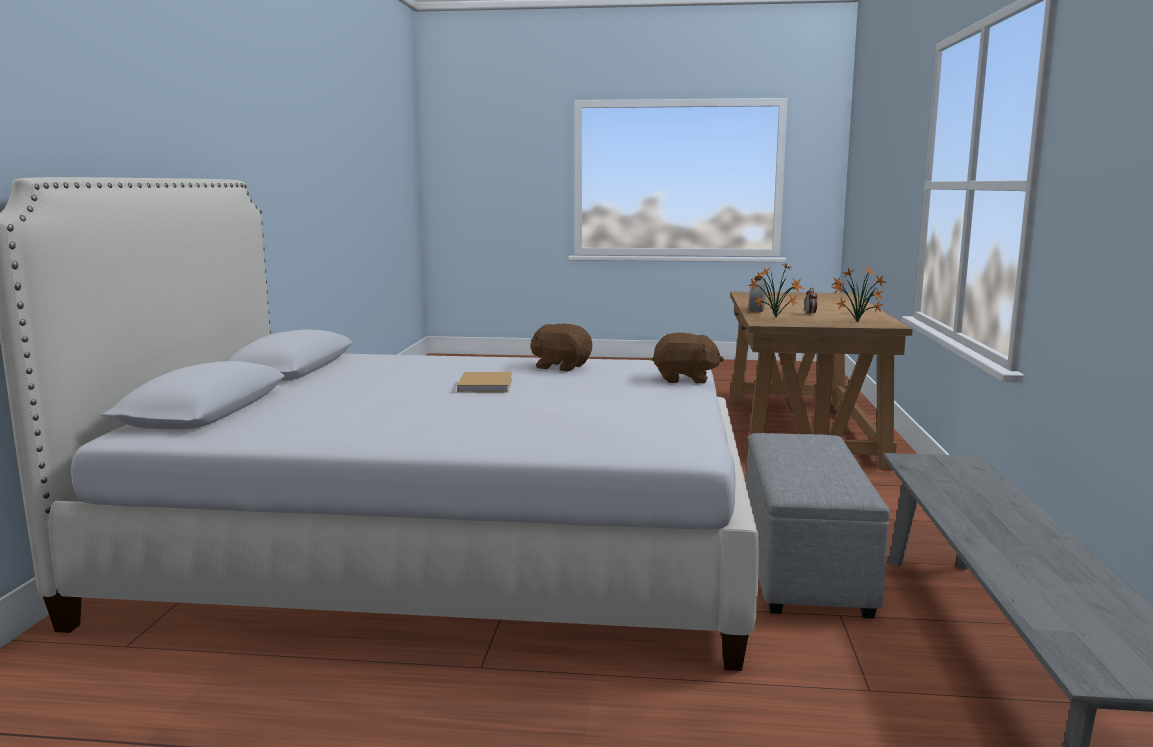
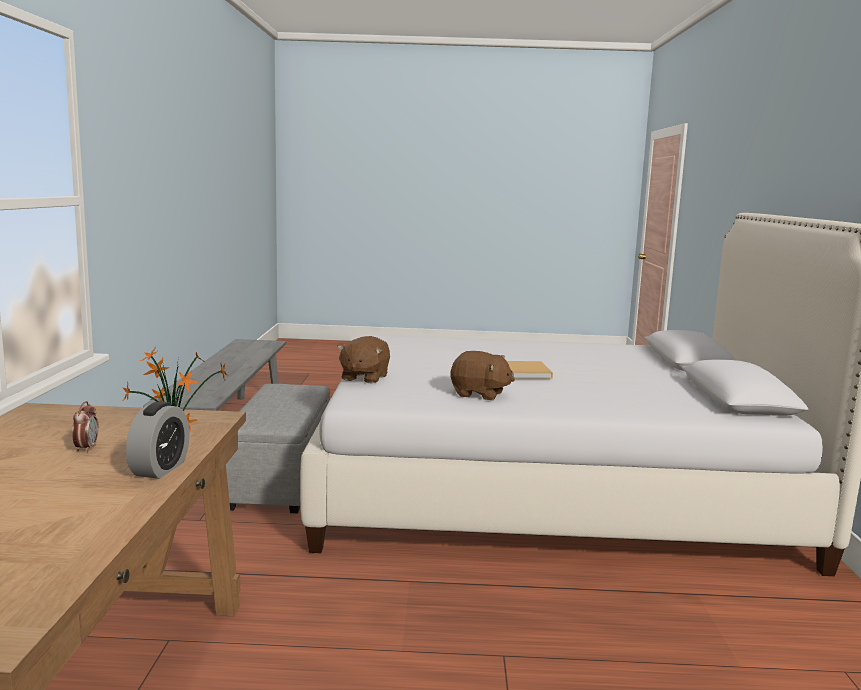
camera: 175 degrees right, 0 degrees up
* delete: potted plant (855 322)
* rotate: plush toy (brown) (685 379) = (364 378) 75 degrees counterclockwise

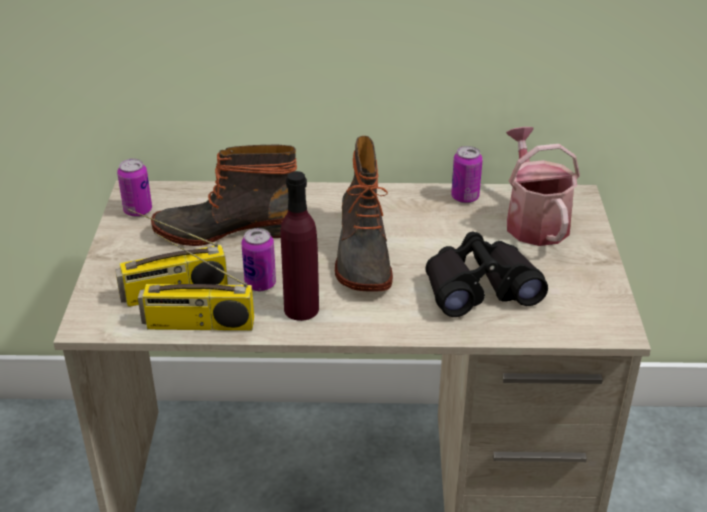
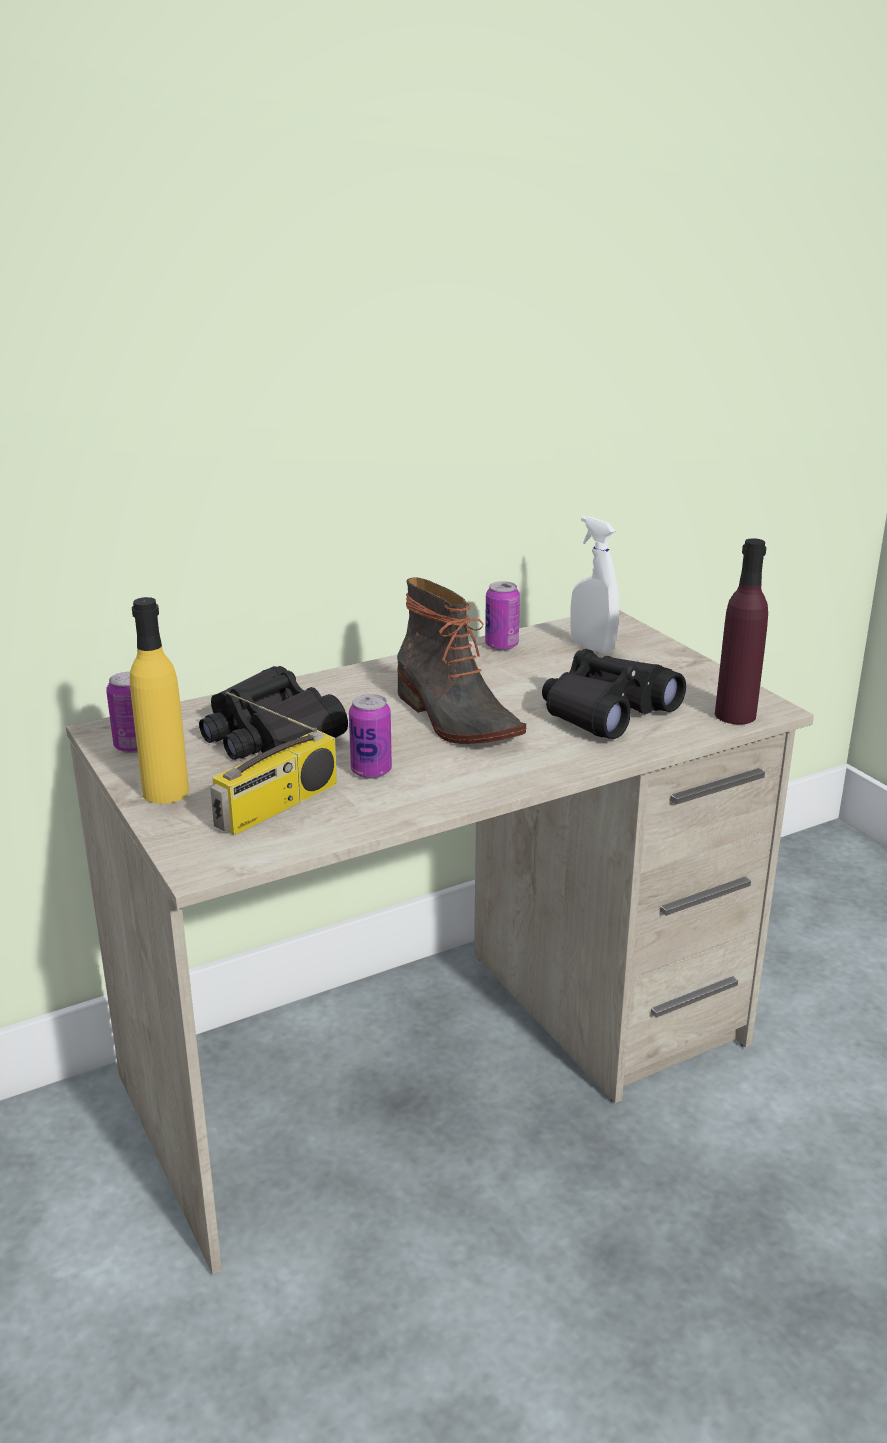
camera: 30 degrees left, 10 degrees down
* replace: watering can (534 221) to spray bottle (white) (592 647)
* replace: boot (227 229) to binoculars (black) (269 734)
* move: bottle (purple) (301 309) to (735 715)
* delete: radio (198 324)
* insert: bottle (yellow) (166 792)

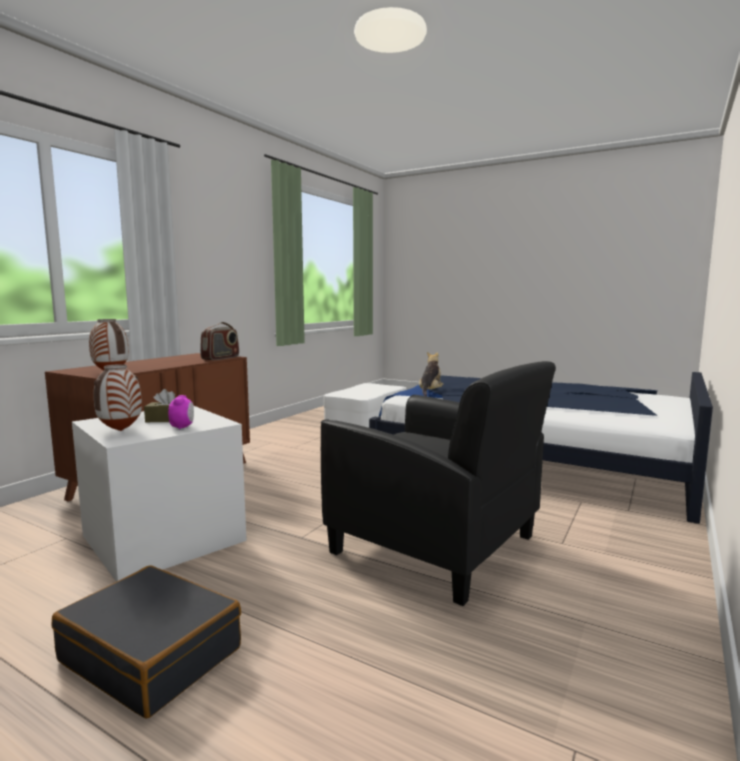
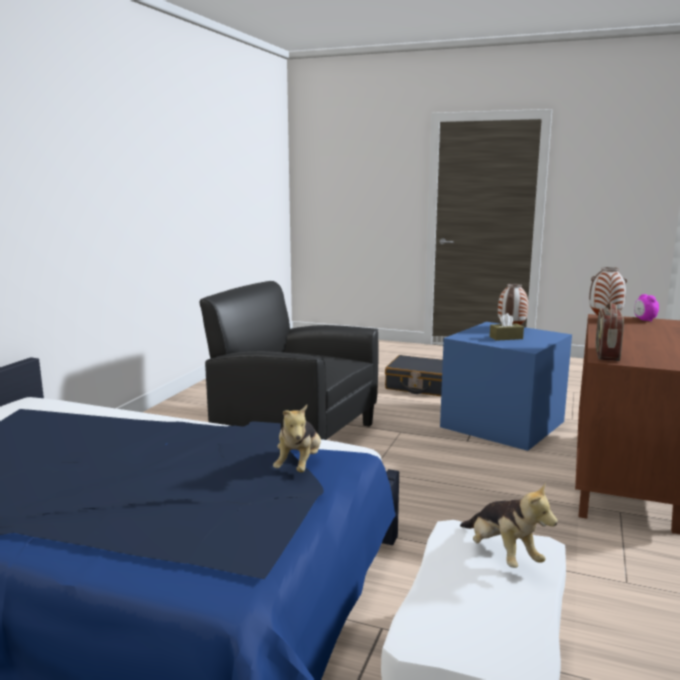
camera: 170 degrees right, 5 degrees up
* move: alarm clock (182 427) to (644 320)
* recolor: storage box (white) (162 539) to storage box (blue) (501 423)
* insert: plush toy (502 554)

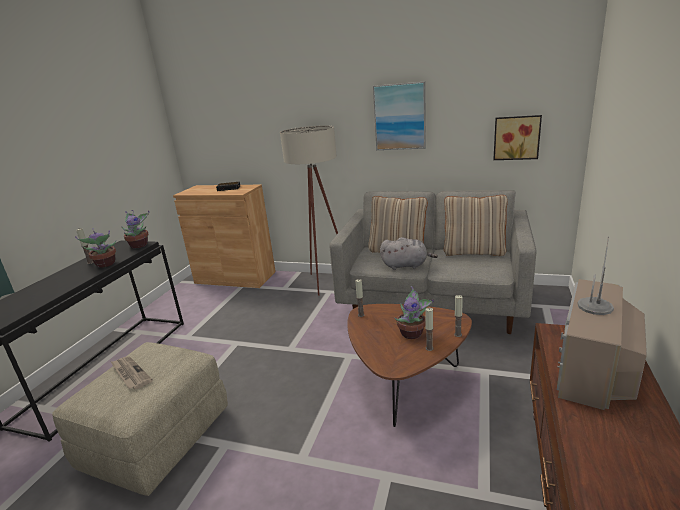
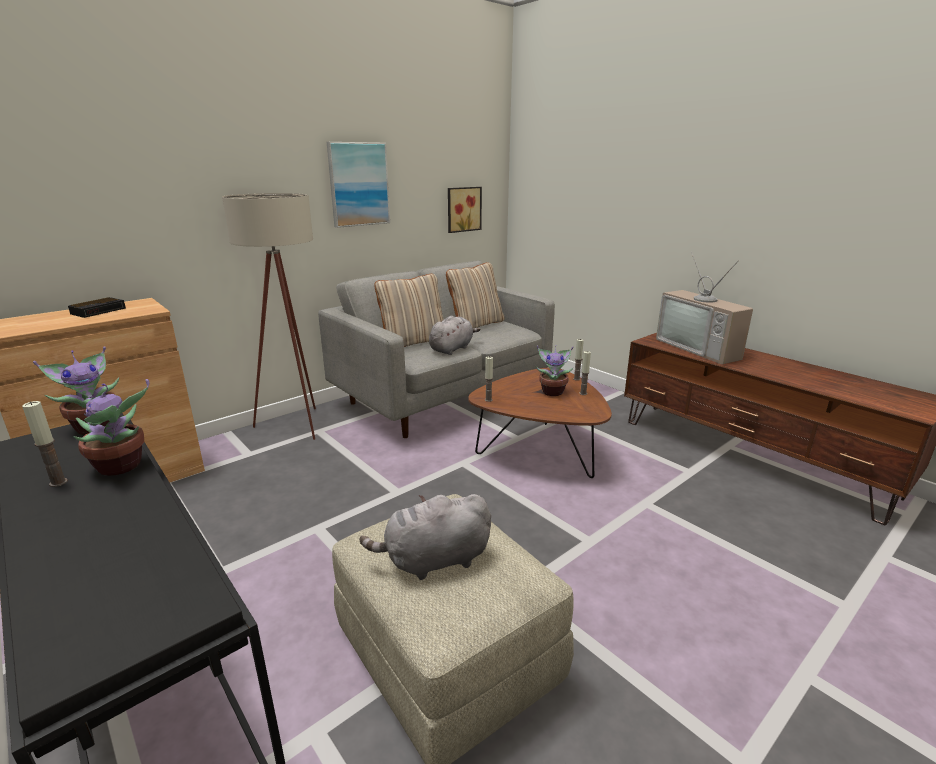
camera: 60 degrees left, 0 degrees up
* replace: newspaper (130 374) to plush toy (grey) (433 560)

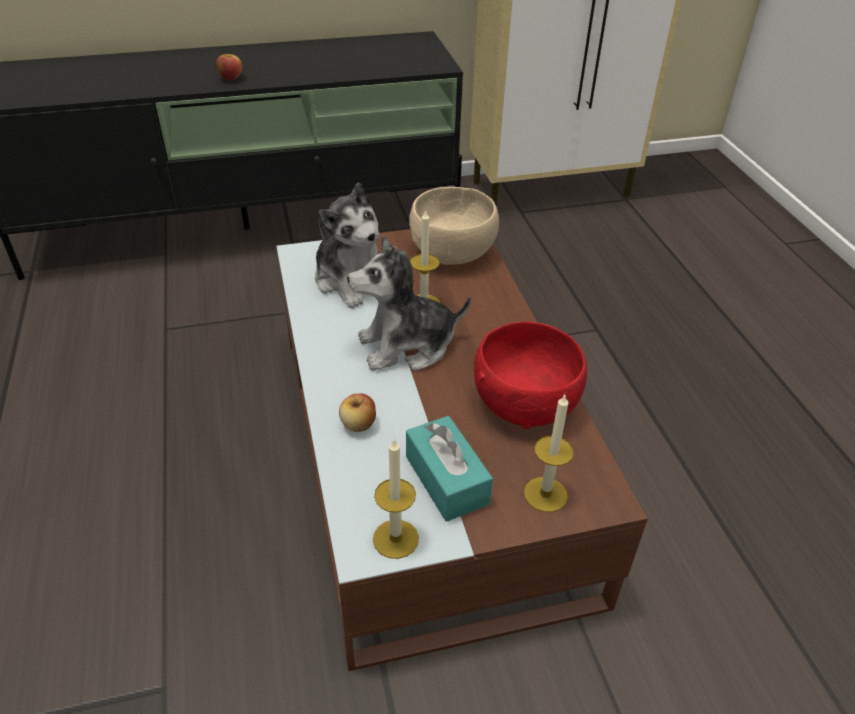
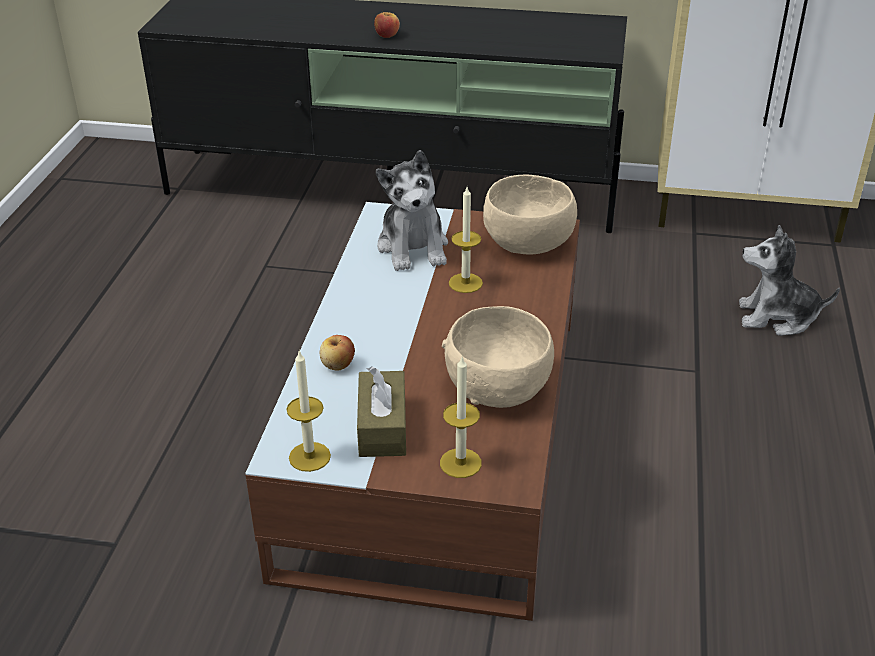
camera: 25 degrees right, 5 degrees down
* move: plush toy (407 346) to (777 317)
* recolor: bowl (red) (524 403) to bowl (beige) (497 388)
* recolor: tissue box (turquoise) (446 479) to tissue box (brown) (382 427)

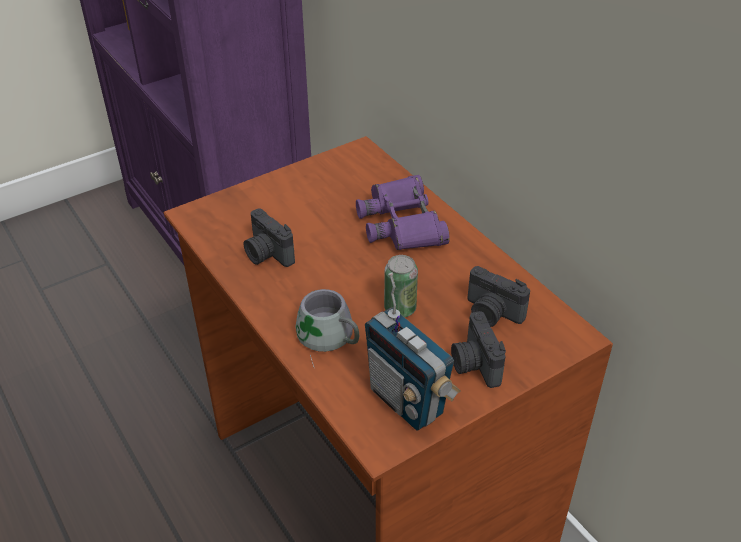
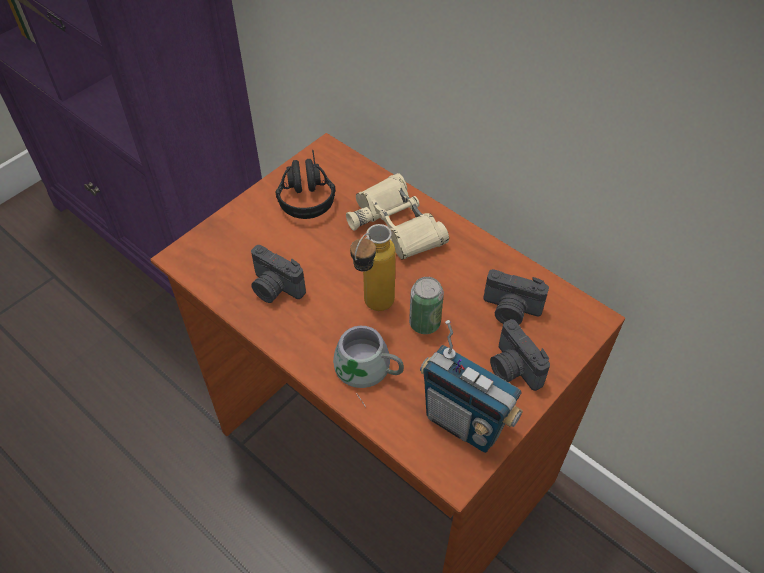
camera: 15 degrees left, 10 degrees up
* recolor: binoculars (purple) (402 223) to binoculars (beige) (394 226)
* insert: headphones (black) (305 192)
* insert: bottle (372 309)

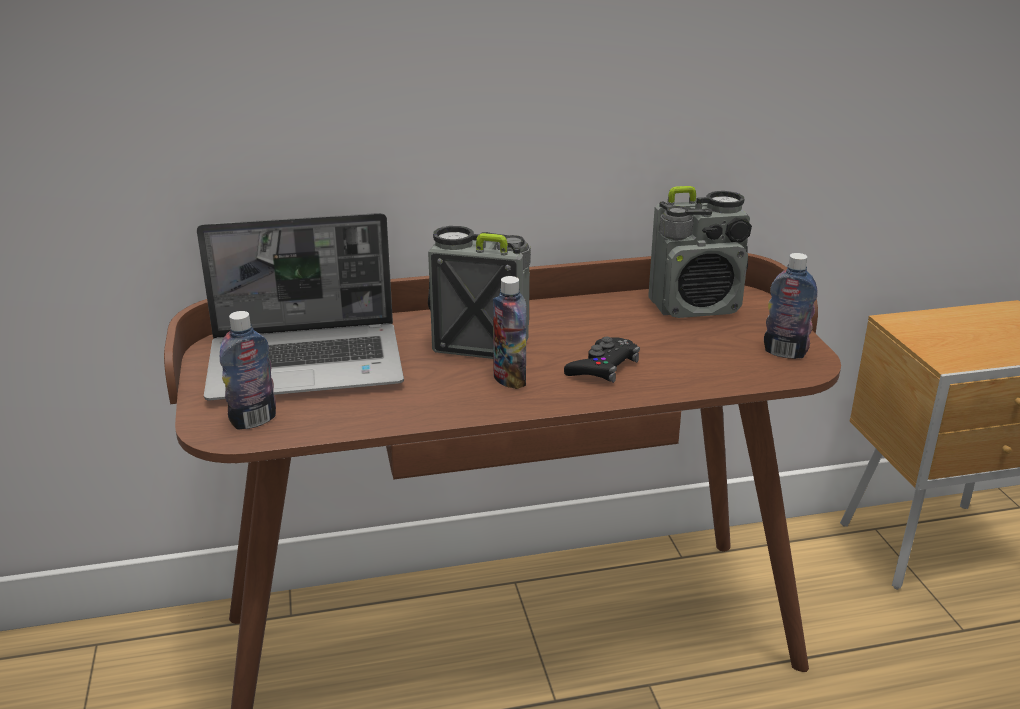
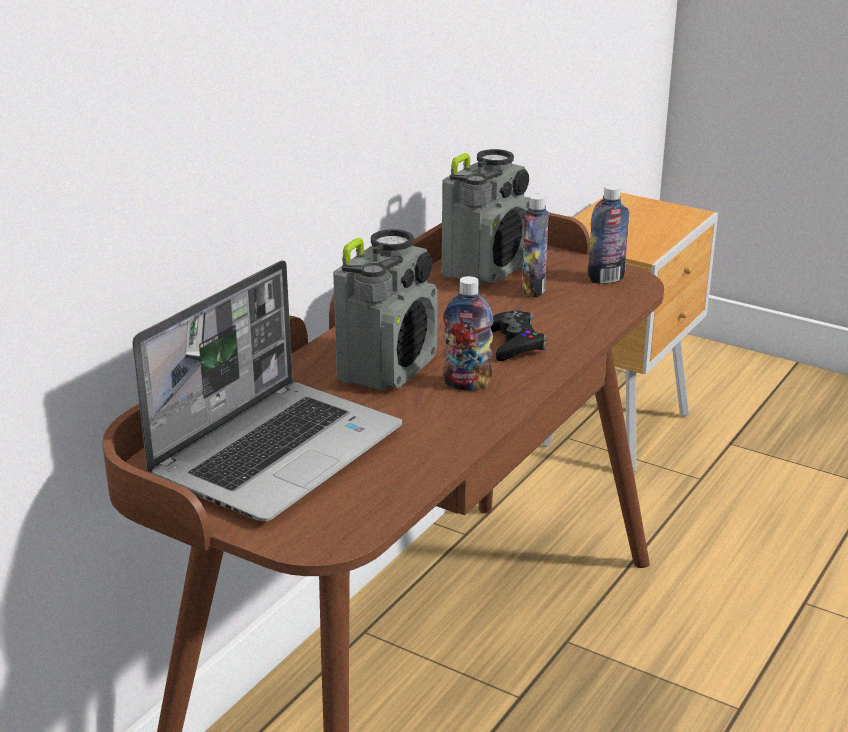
camera: 45 degrees left, 0 degrees up
* rotate: radio (480 344) = (388 368) 150 degrees clockwise
* move: bottle (253 420) to (533 290)

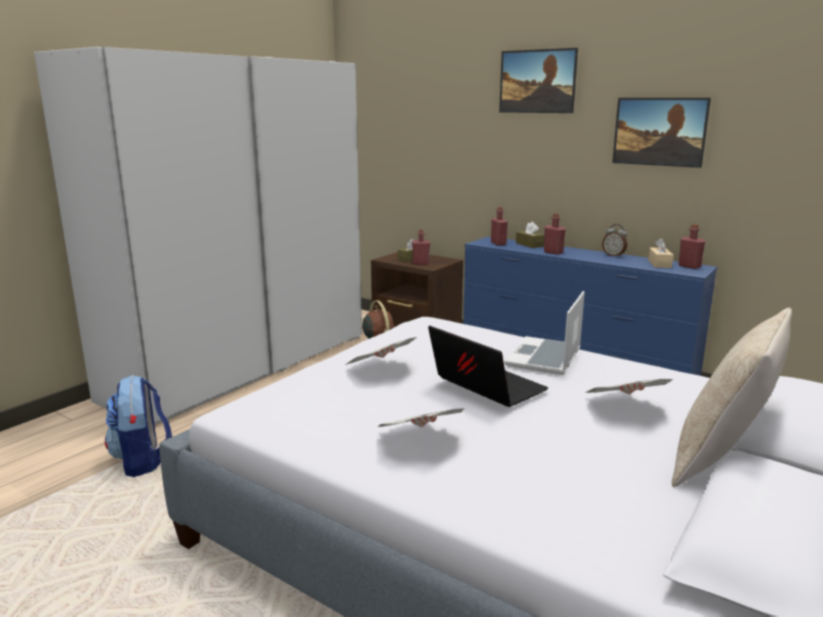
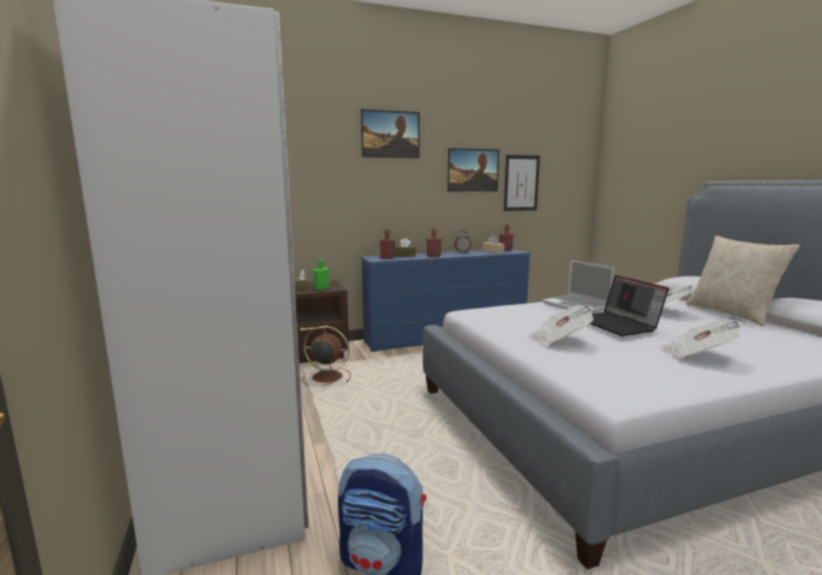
camera: 55 degrees left, 5 degrees down
* recolor: bottle (red) (421 263) to bottle (green) (322 288)
* rotate: laptop (485 386) = (618 324) 105 degrees counterclockwise
* insert: picture (521 183)

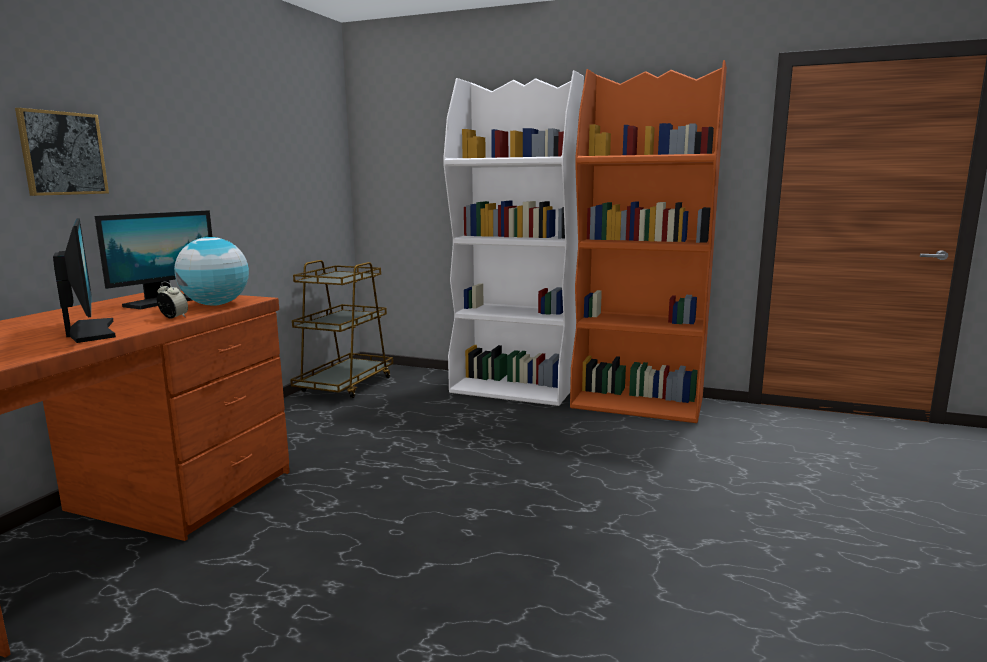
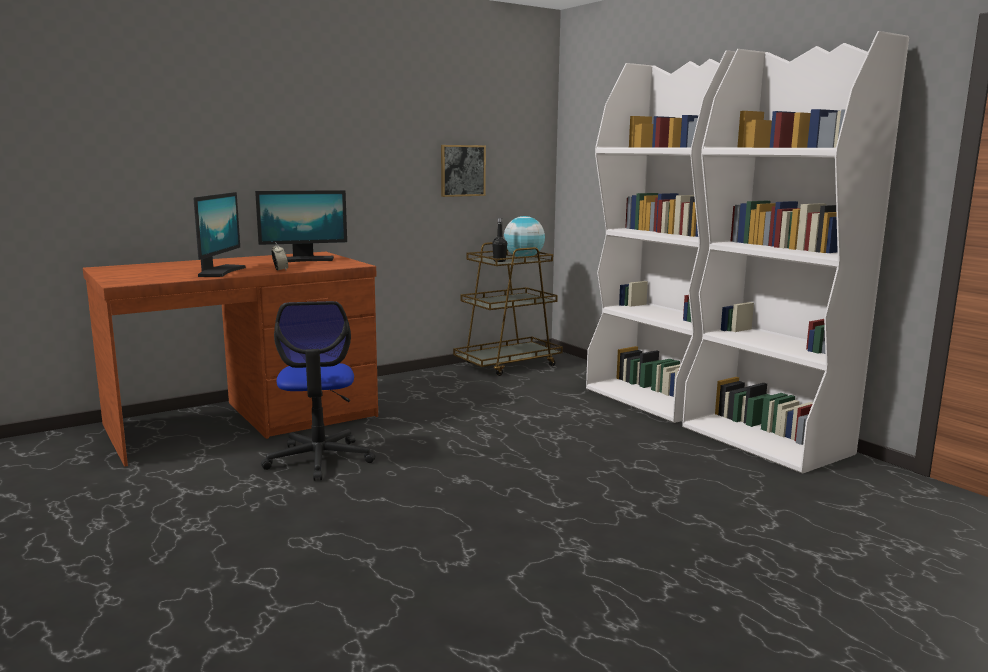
camera: 35 degrees right, 0 degrees up
* recolor: bookcase (orange) (638 403) to bookcase (white) (767 440)
* move: picture (63 153) to (462 170)
* move: globe (216 304) to (524 257)
* insert: bottle (black) (499 261)
* insert: office chair (319 459)

